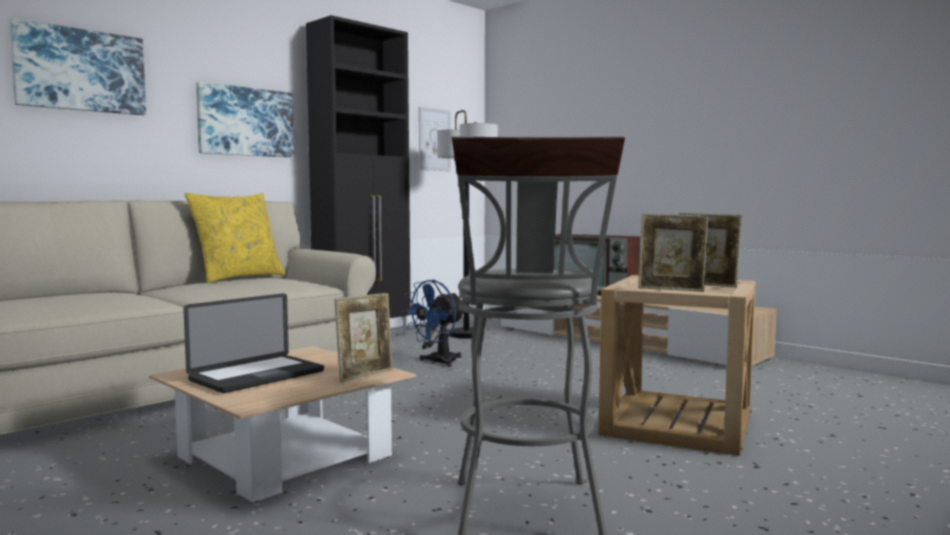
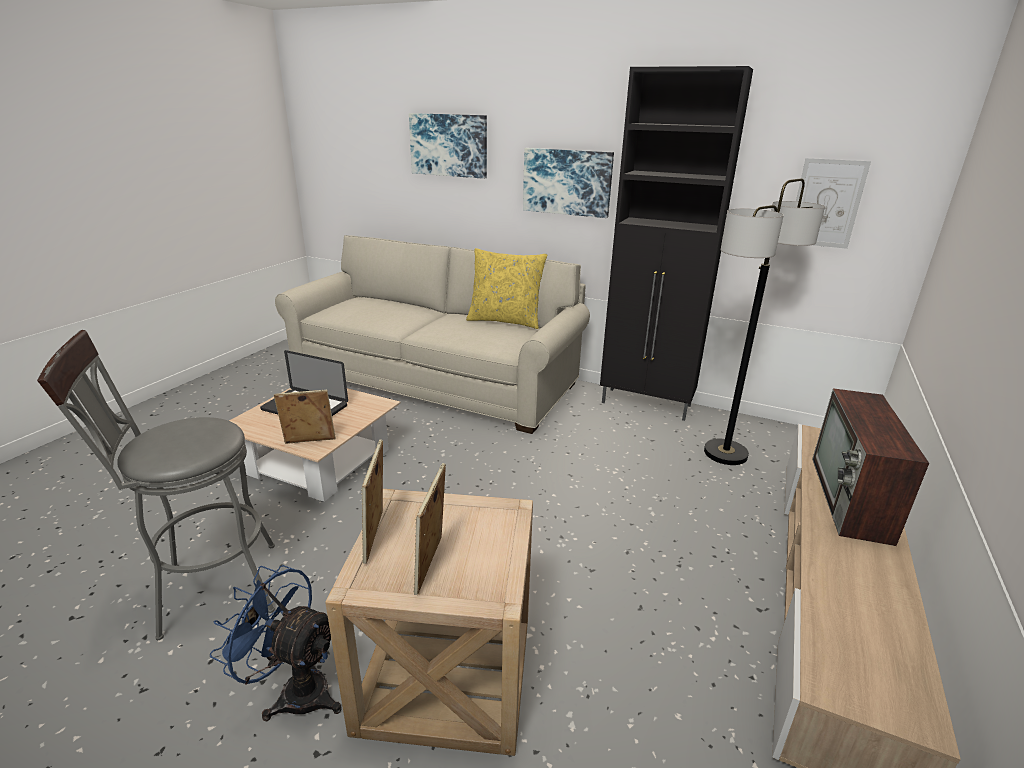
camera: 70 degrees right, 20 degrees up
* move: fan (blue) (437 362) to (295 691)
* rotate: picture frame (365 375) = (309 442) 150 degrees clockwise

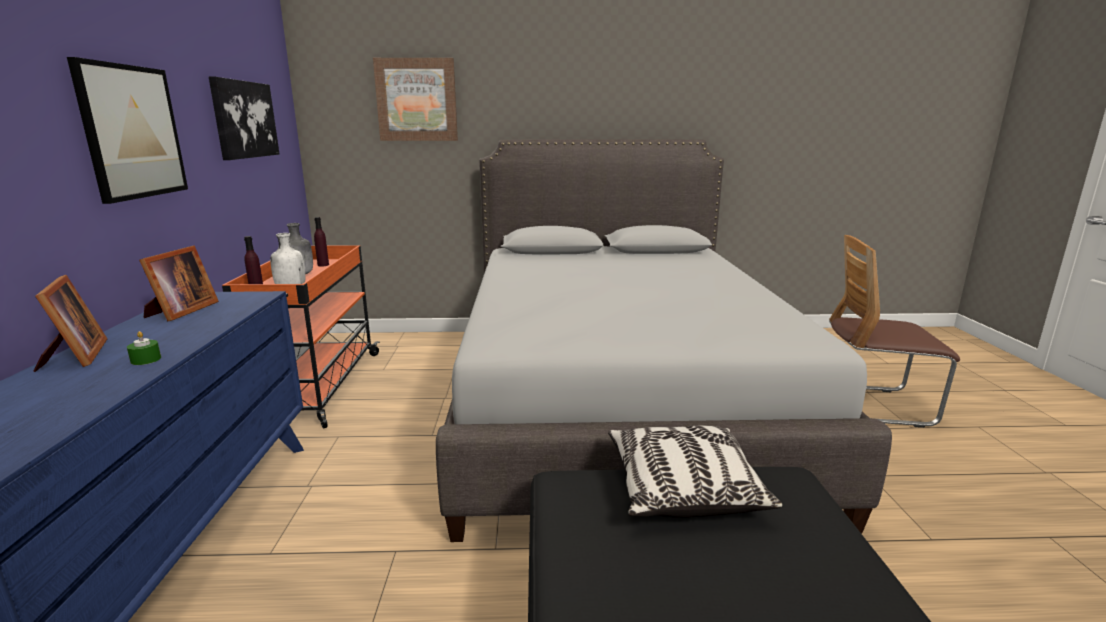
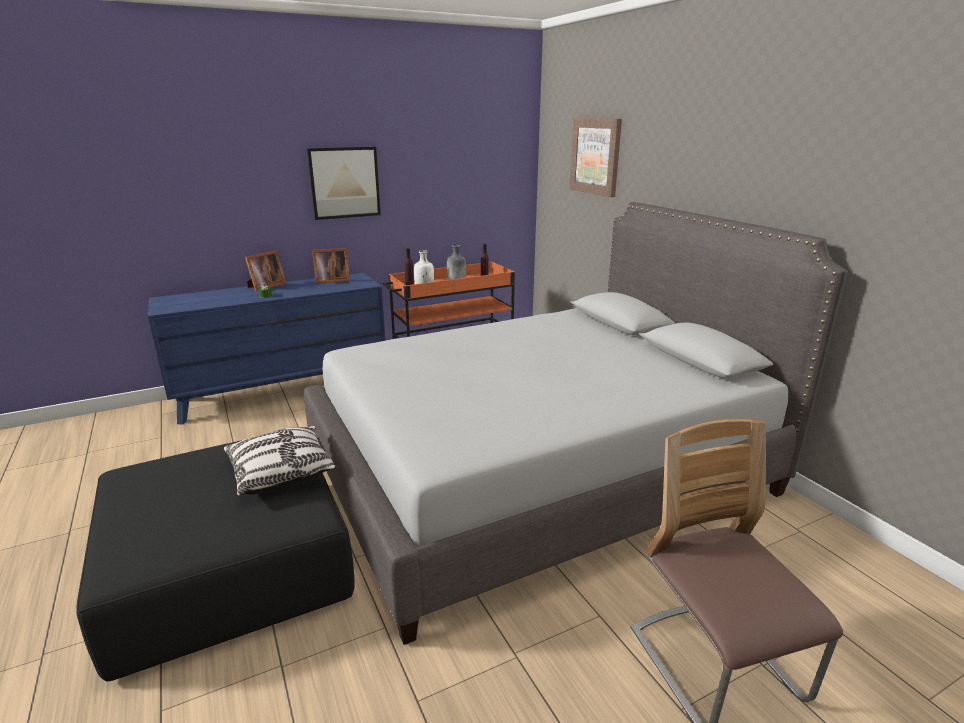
camera: 65 degrees right, 5 degrees up
* delete: picture (244 119)

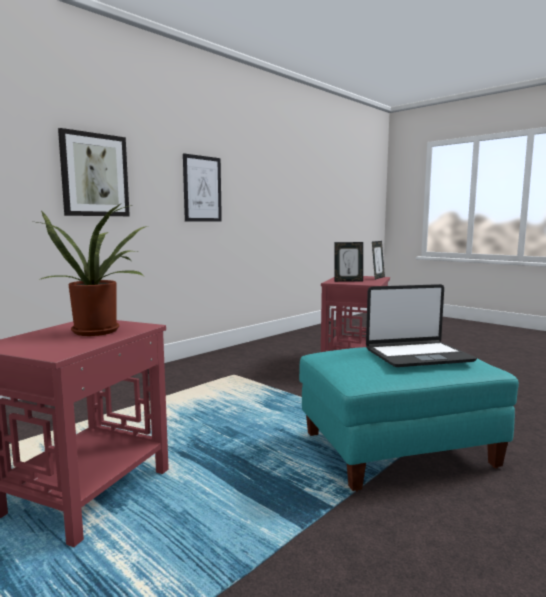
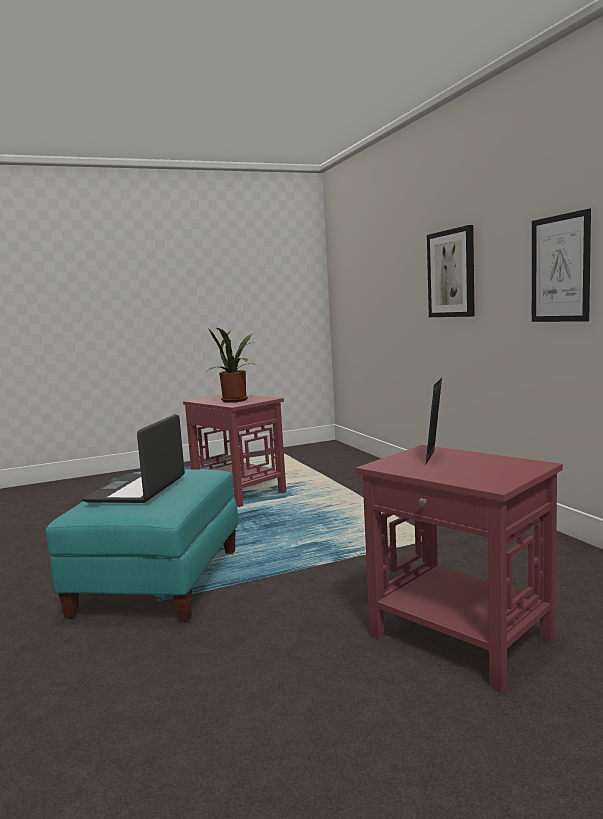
camera: 115 degrees right, 0 degrees up
* delete: picture frame (377 278)

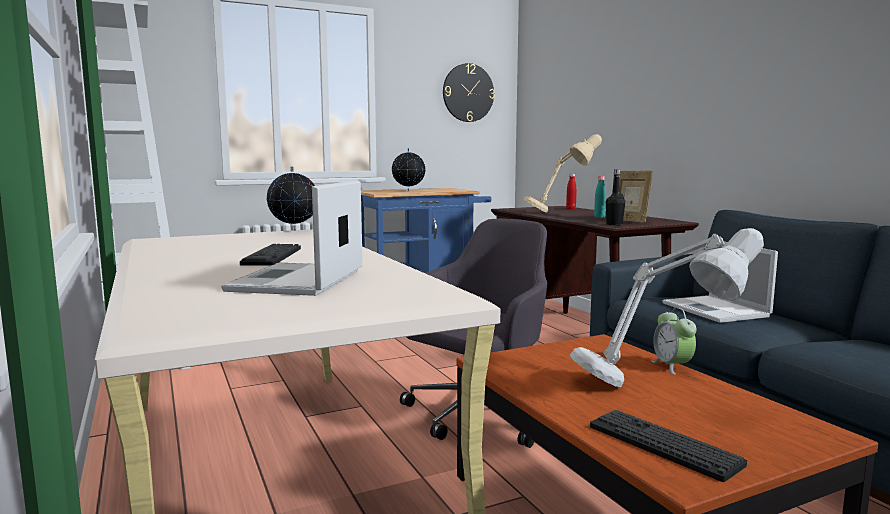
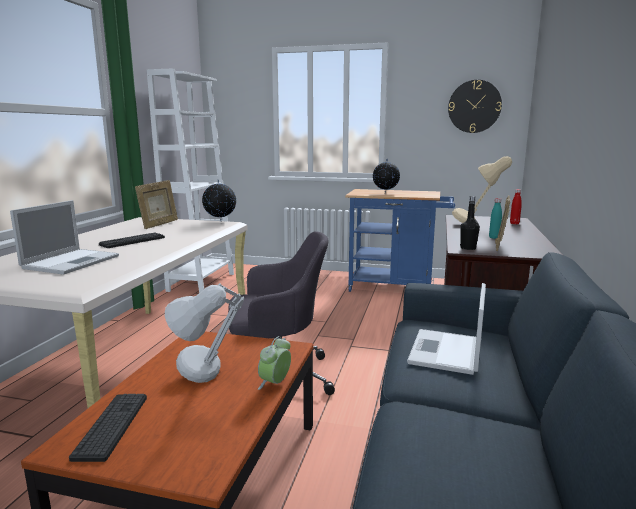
camera: 40 degrees right, 5 degrees up
* rotate: laptop (297 281) = (72 261) 150 degrees clockwise
* insert: picture frame (159 225)

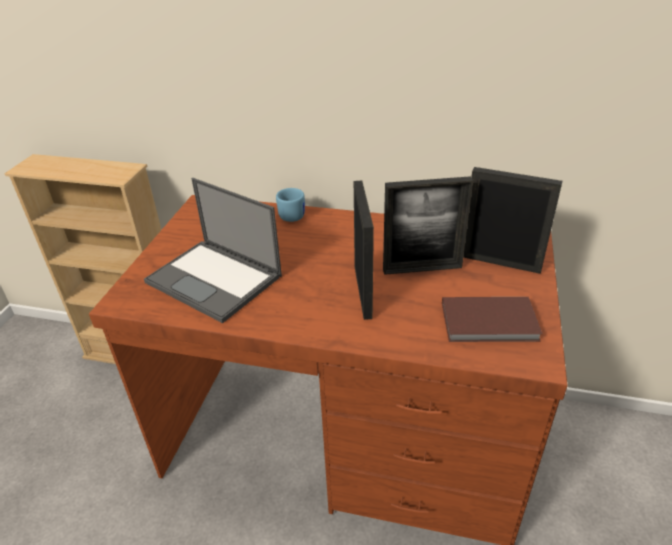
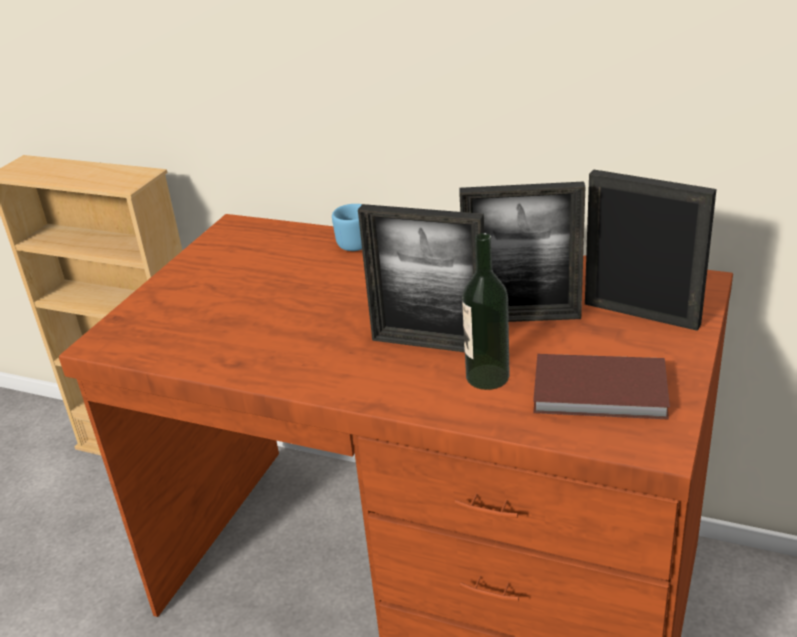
camera: 10 degrees right, 5 degrees down
* delete: laptop (215 279)
* rotate: picture frame (363 291) = (429 344) 105 degrees clockwise
* insert: bottle (487 377)

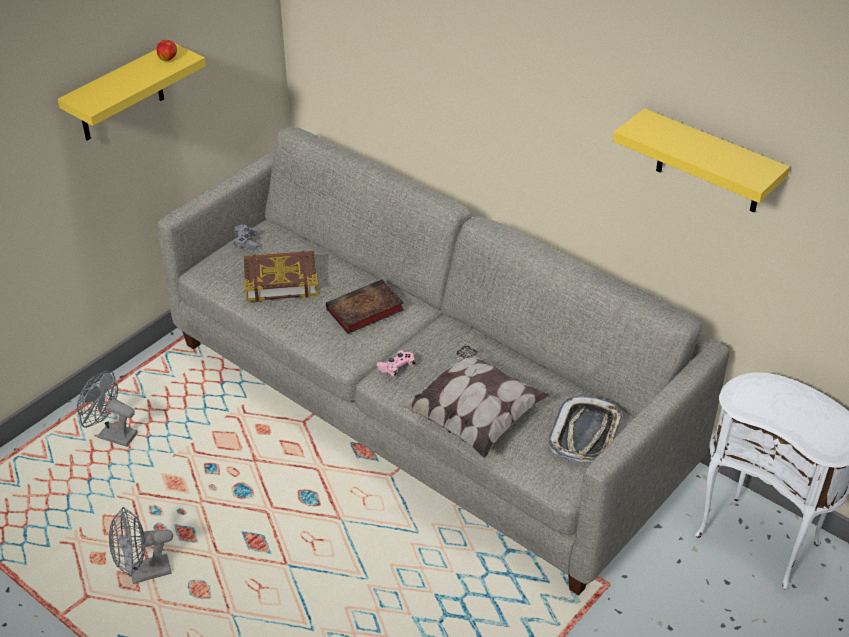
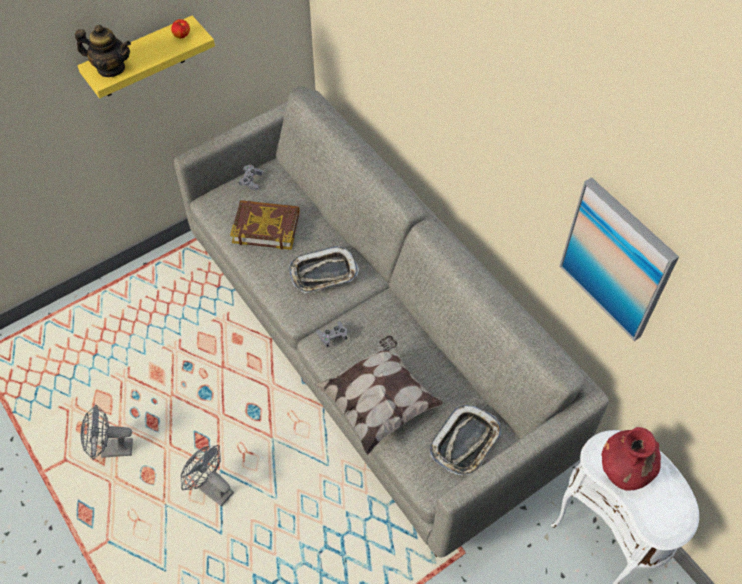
camera: 15 degrees right, 15 degrees up
* replace: shelf (yellow) (710 163) to picture (617 259)
* replace: book (363 311) to tray (323 273)
* recolor: game controller (pink) (396 368) to game controller (grey) (332 337)
* move: fan (grey) (111 435) to (211 488)
* insert: teapot (111 68)
* insert: vase (red) (624 470)

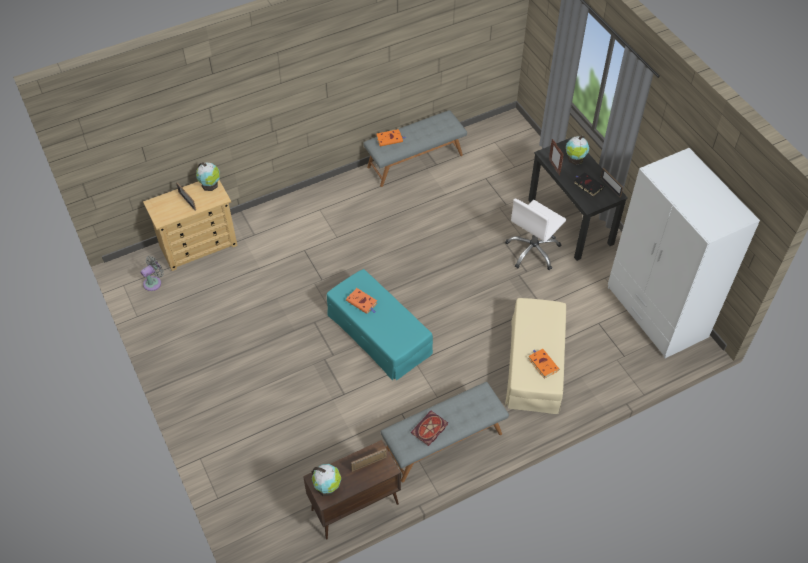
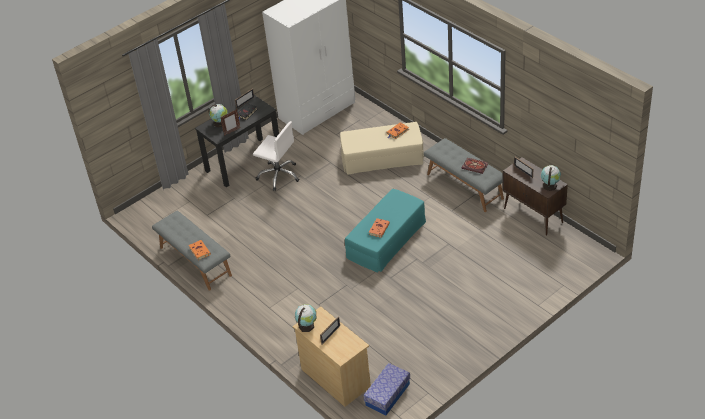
camera: 100 degrees left, 10 degrees down
* replace: fan (grey) (154 282) to storage box (387 395)

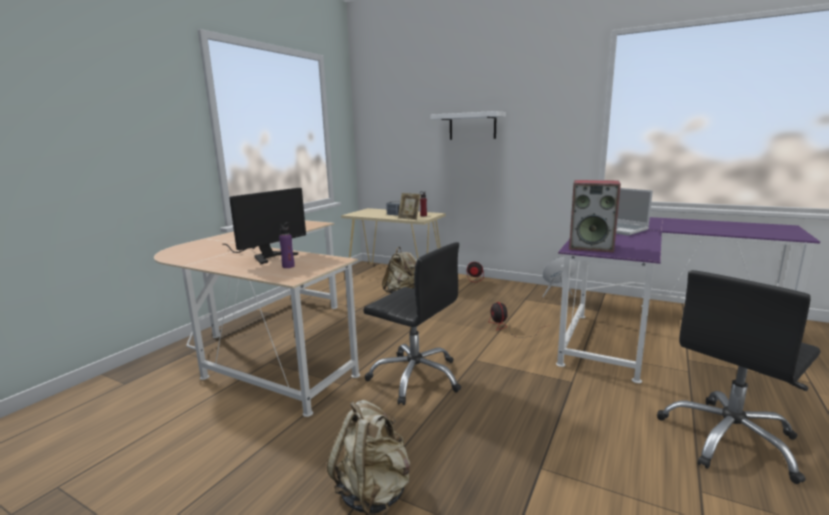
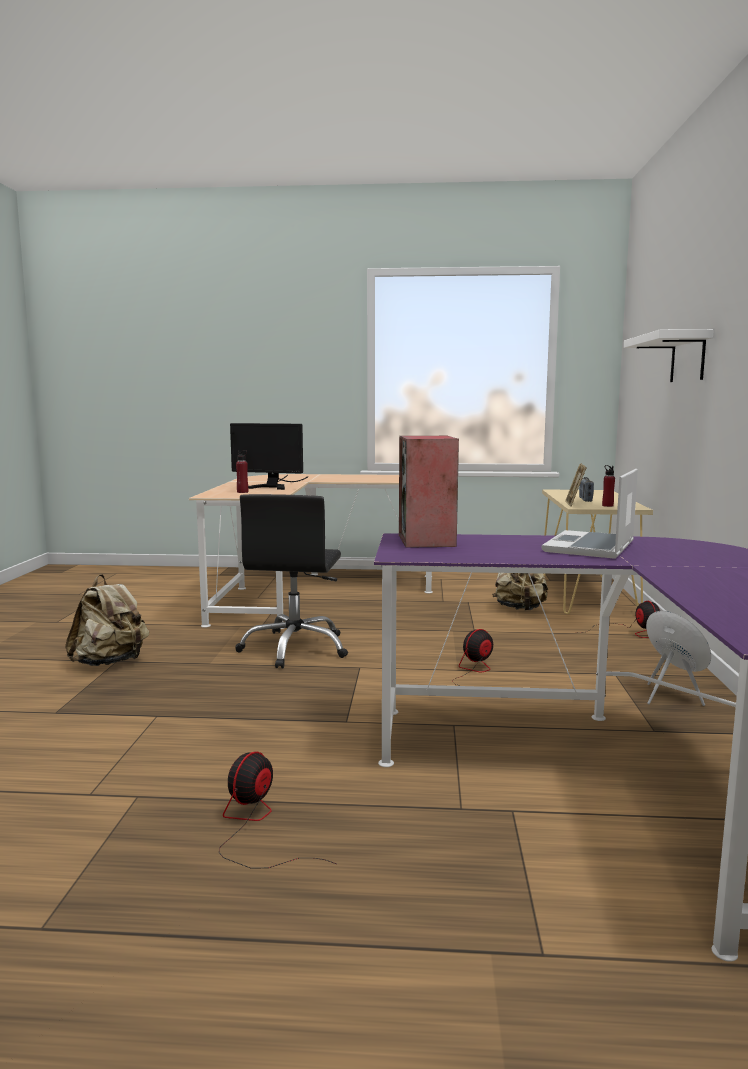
camera: 65 degrees right, 5 degrees down
* recolor: bottle (purple) (288 266) to bottle (red) (242 492)
* replace: office chair (black) (729 439) to fan (255 826)

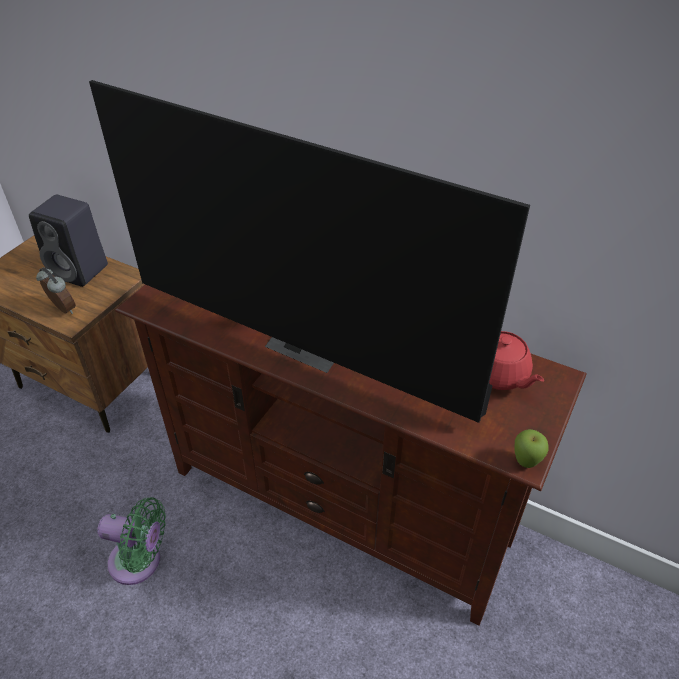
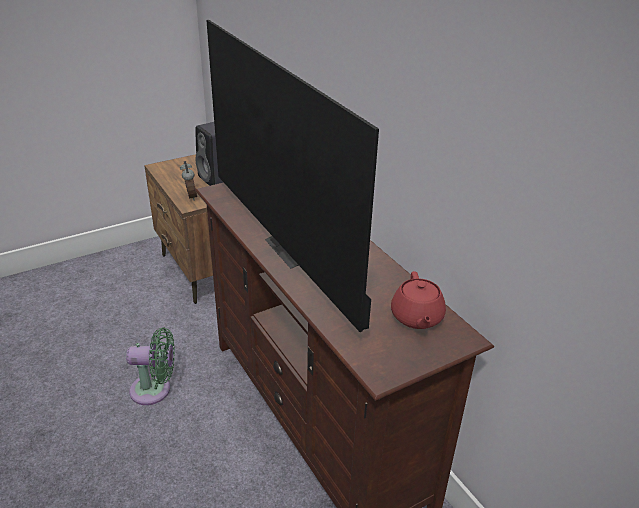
camera: 30 degrees right, 10 degrees down
* delete: apple (525 463)
* rotate: fan (green) (140 562) = (155 390) 45 degrees counterclockwise

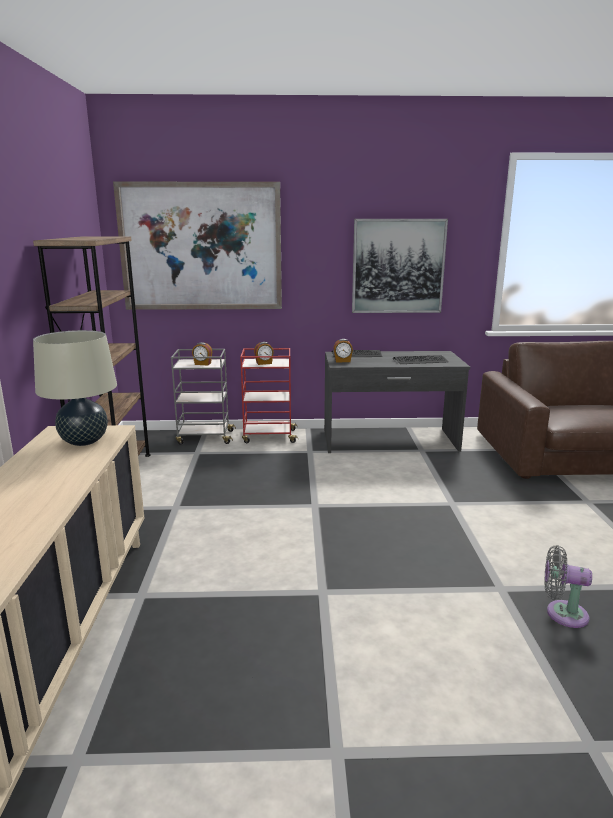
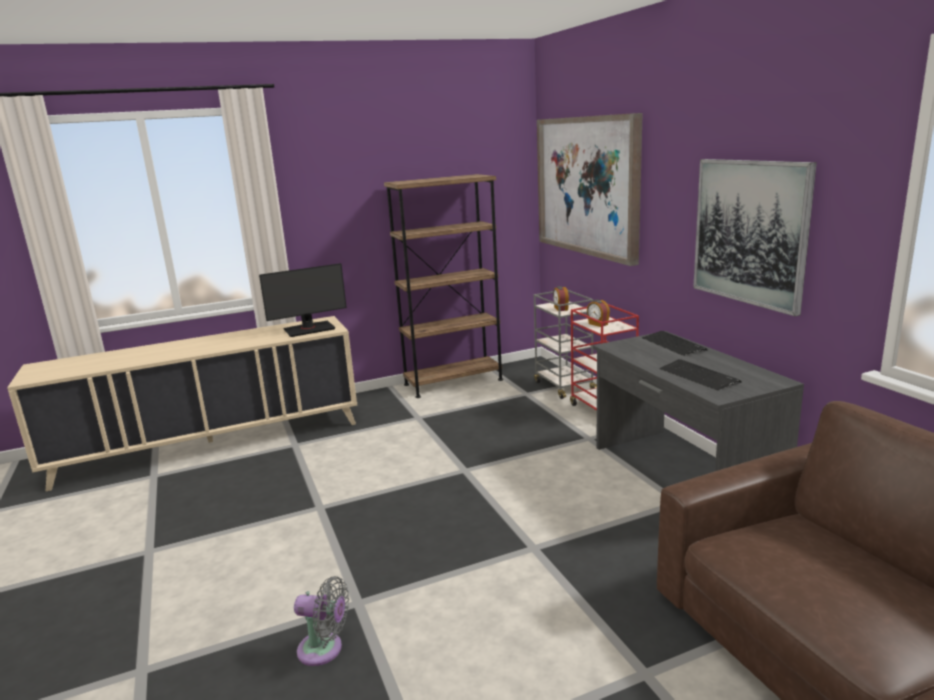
camera: 70 degrees right, 0 degrees up
* replace: table lamp (beige) (84 441) to monitor (309 329)
* delete: alarm clock (342 361)
* rotate: fan (grey) (562 613) = (324 649) 105 degrees clockwise

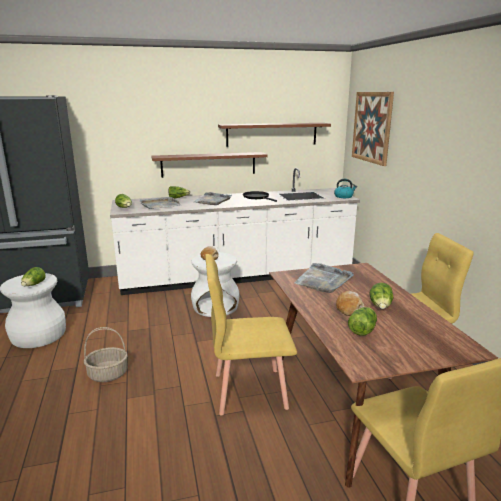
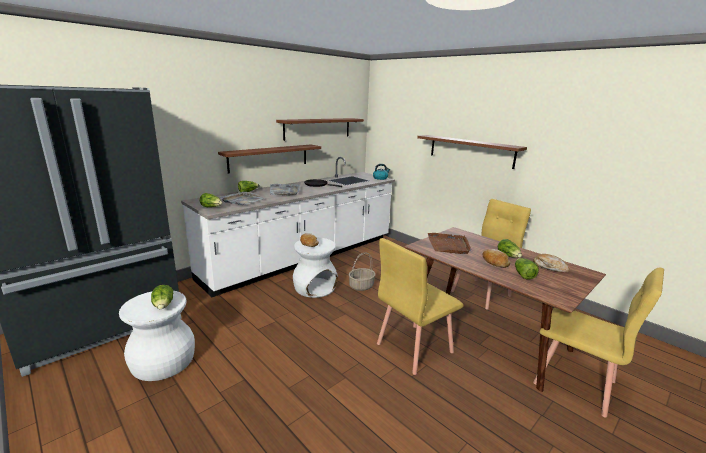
camera: 30 degrees left, 0 degrees up
* delete: picture (372 127)
* recolor: tray (grey) (323 280) to tray (brown) (449 245)
* move: basket (108 374) to (361 286)
* insert: shelf (brown) (470 151)
* insert: bread (549 267)

